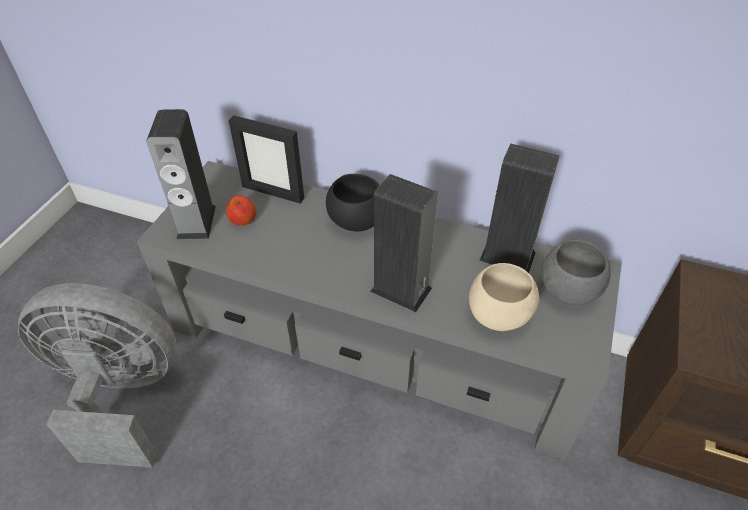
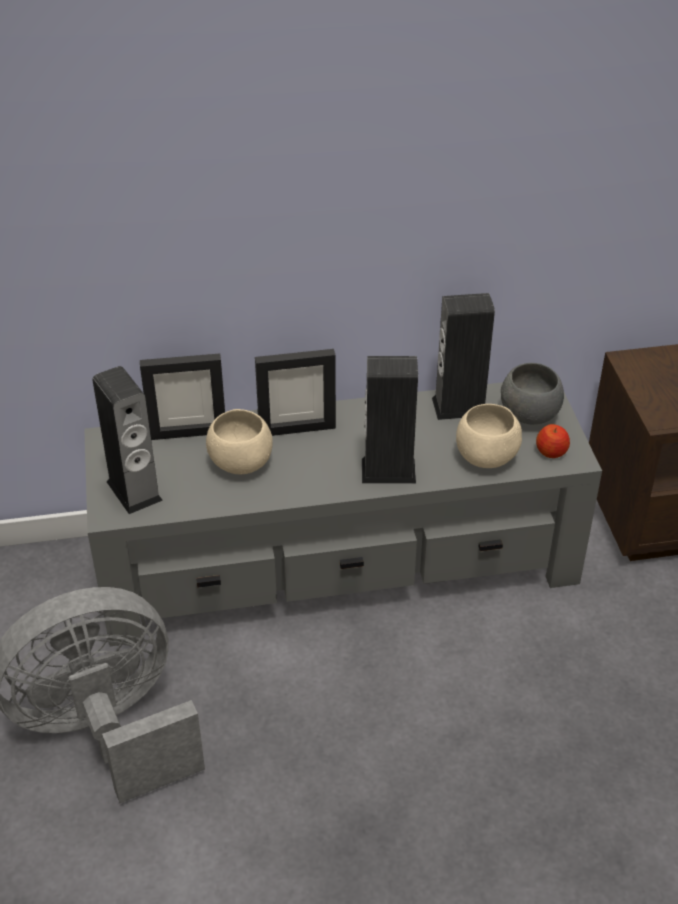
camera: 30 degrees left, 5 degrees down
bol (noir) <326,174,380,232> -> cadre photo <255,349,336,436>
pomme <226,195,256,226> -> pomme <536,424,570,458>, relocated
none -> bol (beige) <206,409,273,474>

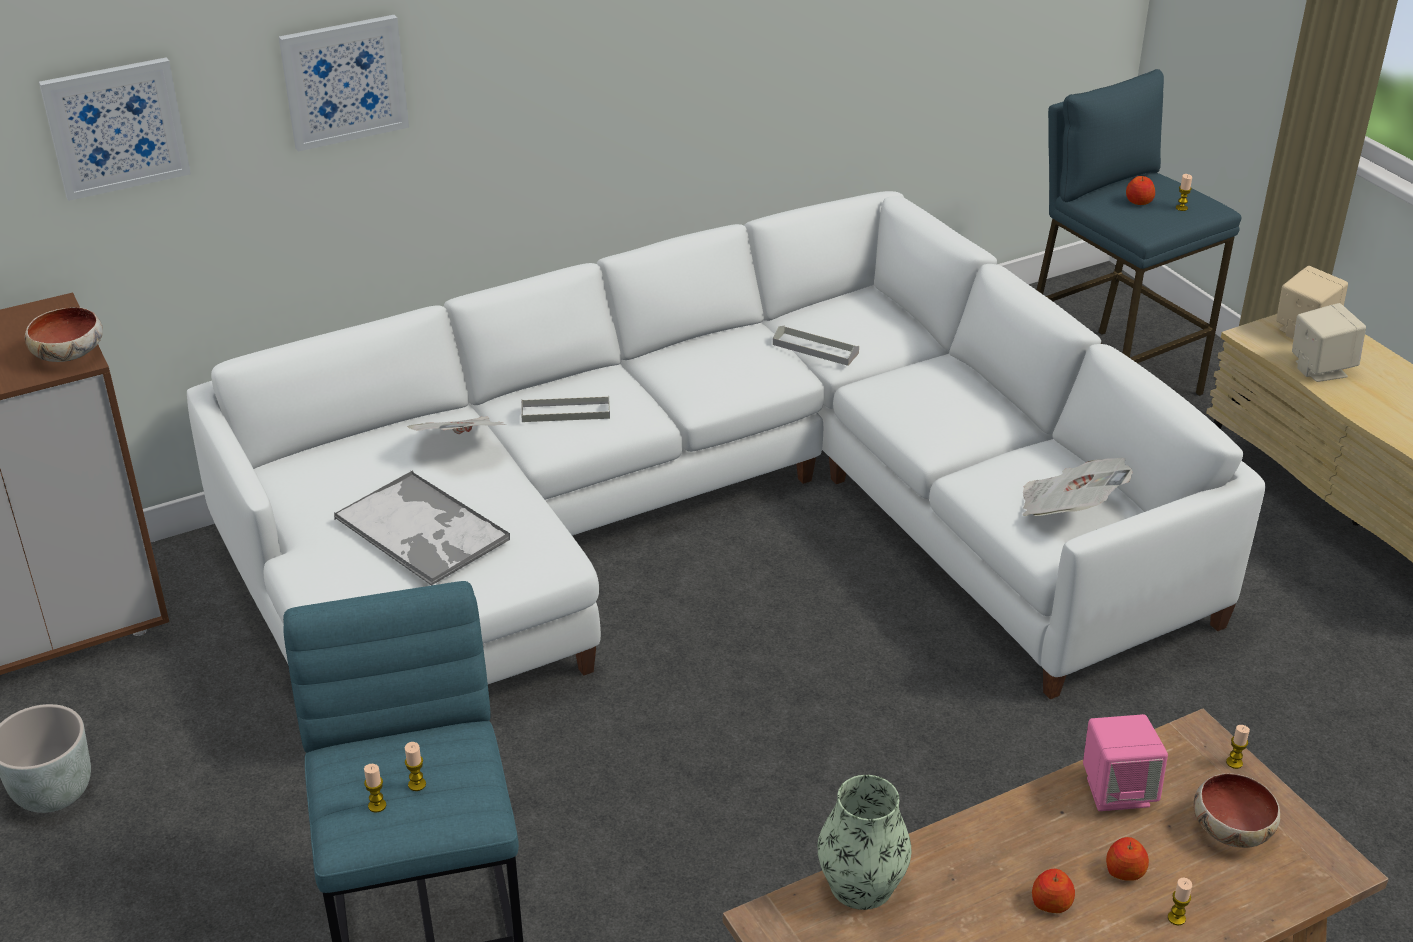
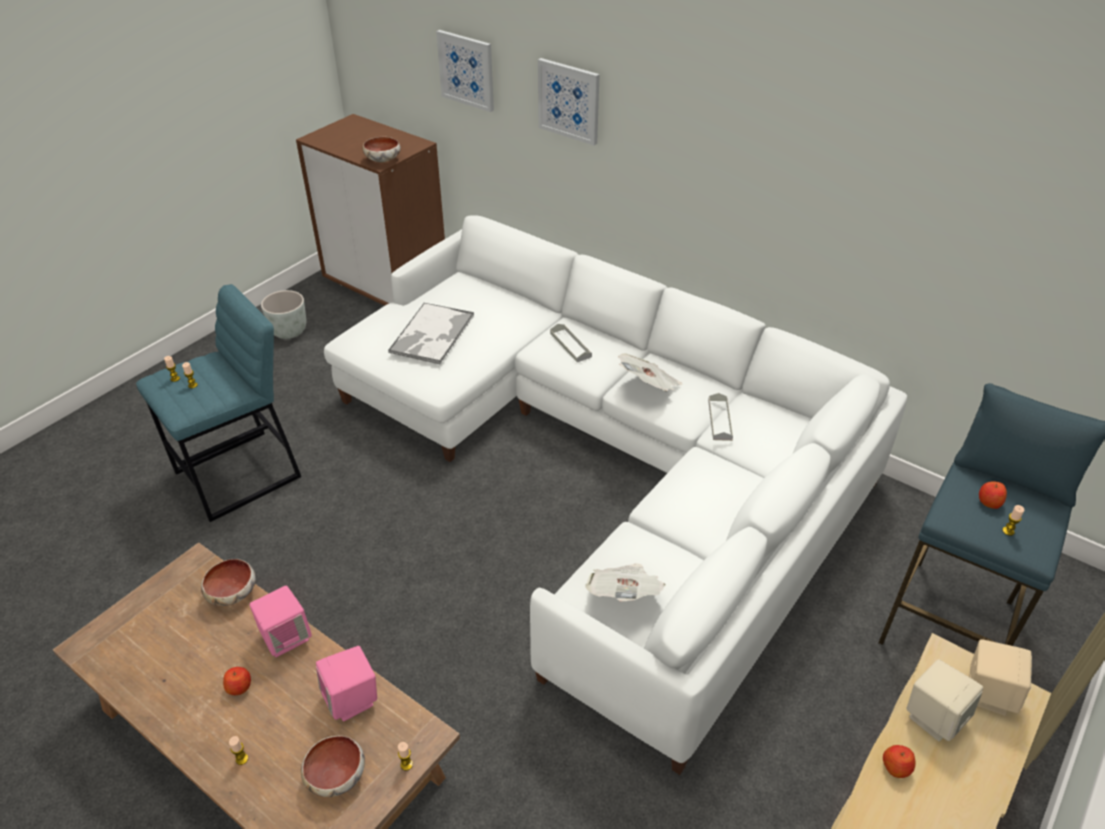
camera: 65 degrees right, 5 degrees up
journal <408,417,508,434> -> journal <618,353,682,391>, relocated
vase <818,775,912,910> -> bol <201,559,256,606>
pomme <1106,837,1149,881> -> pomme <883,745,915,778>, relocated
none -> enceinte (rose) <250,586,312,657>

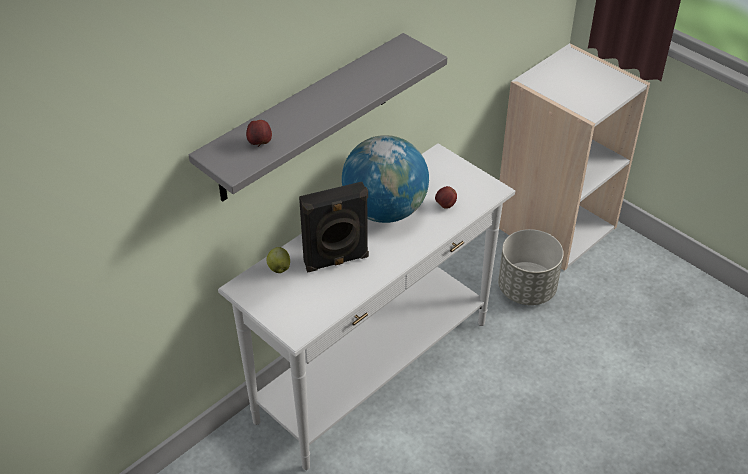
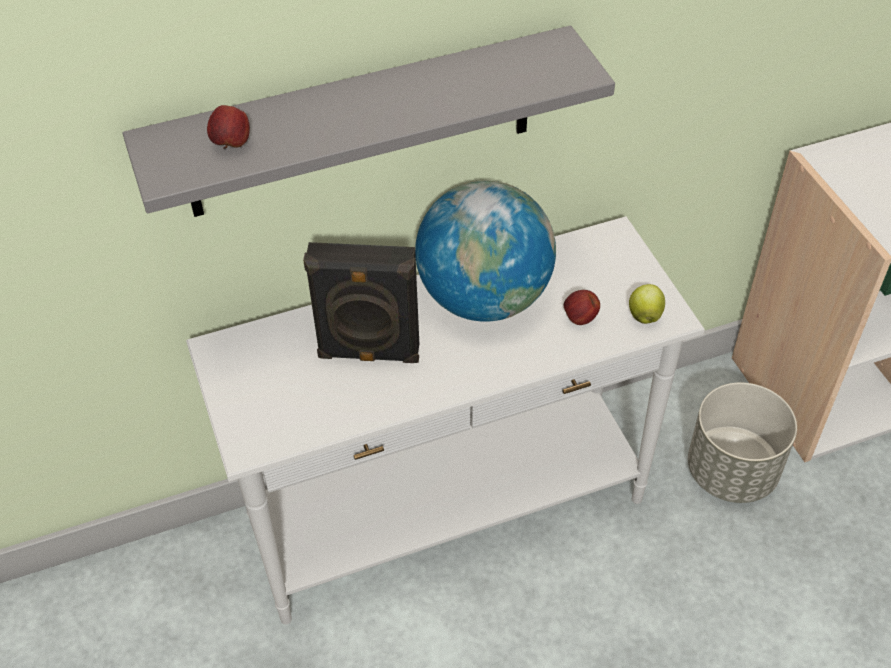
camera: 25 degrees right, 5 degrees up
pomme <266,247,290,273> -> pomme <629,284,665,324>, relocated

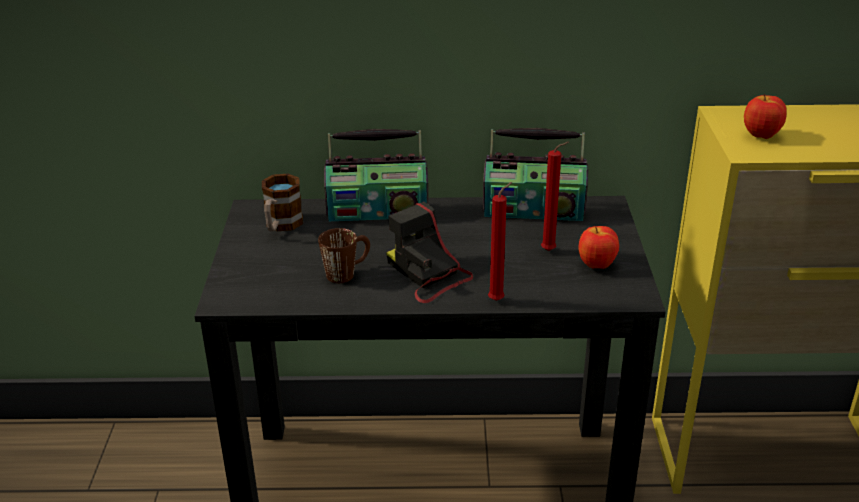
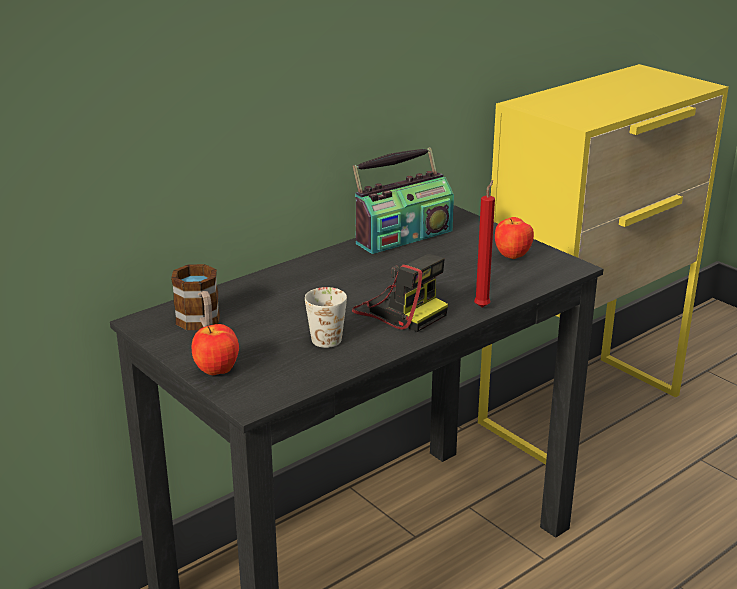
camera: 40 degrees left, 5 degrees down
pomme <744,94,787,139> -> pomme <192,324,239,375>, relocated
radio <324,129,428,221> -> none
bougie (rouge) <541,142,569,251> -> none
appareil photo <386,202,473,303> -> appareil photo <352,254,448,332>, 150 degrees counterclockwise
mug (marron) <318,228,370,283> -> mug (blanc) <305,287,347,348>

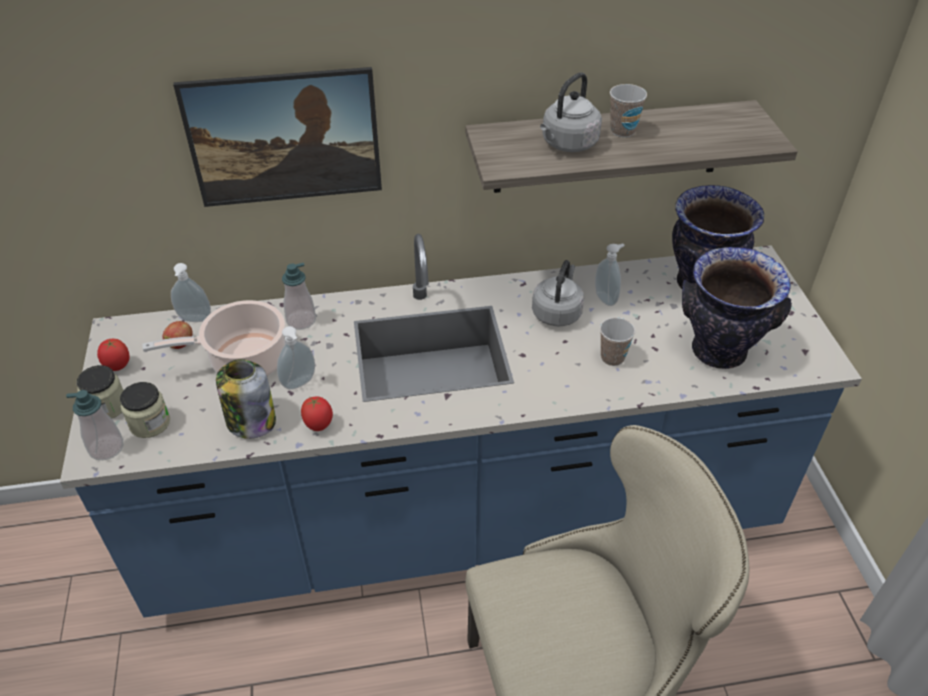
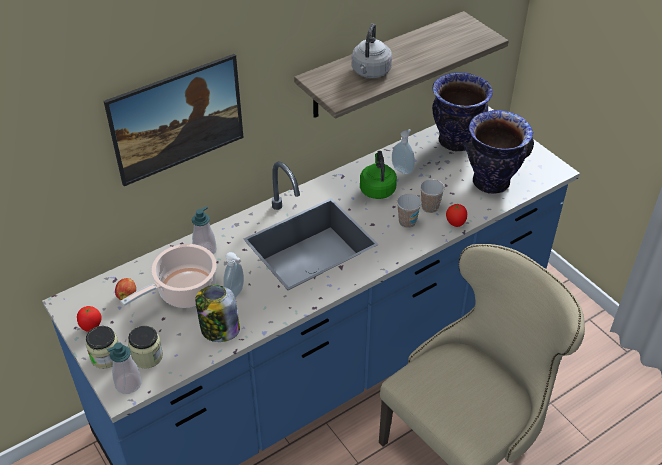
camera: 25 degrees left, 0 degrees up
tasse <610,84,647,137> -> tasse <397,194,422,228>, relocated
bouilloire (gris) <532,260,584,327> -> bouilloire (vert) <360,151,397,199>
distributeur de savon <171,263,211,322> -> none
tomate <301,397,333,431> -> tomate <446,204,467,227>, relocated

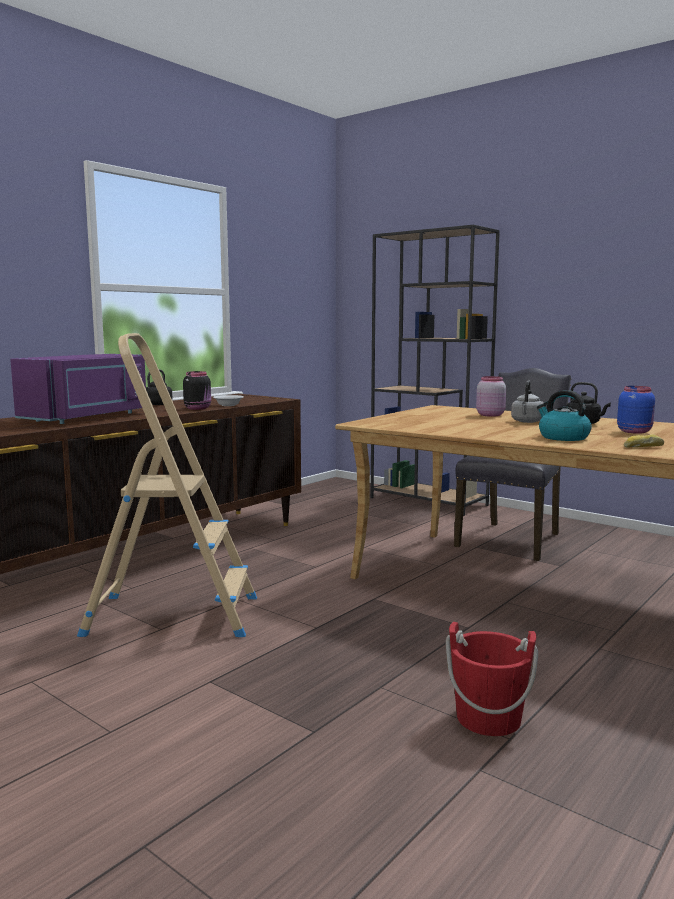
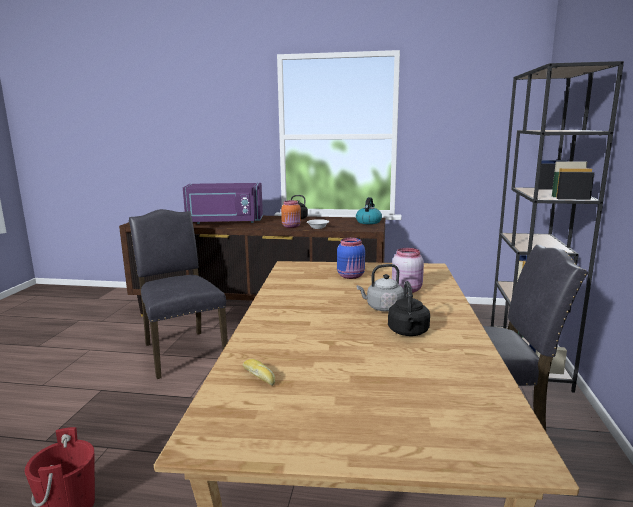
camera: 60 degrees right, 5 degrees up
escabeau (beige) <77,333,257,637> -> chaise (gris) <129,209,228,379>
bocal (noir) <183,371,211,410> -> bocal (orange) <281,200,301,228>
bocal (bleu) <617,386,655,434> -> bocal (bleu) <337,238,365,279>, relocated
bouilloire <537,390,592,441> -> bouilloire <356,197,382,224>, relocated

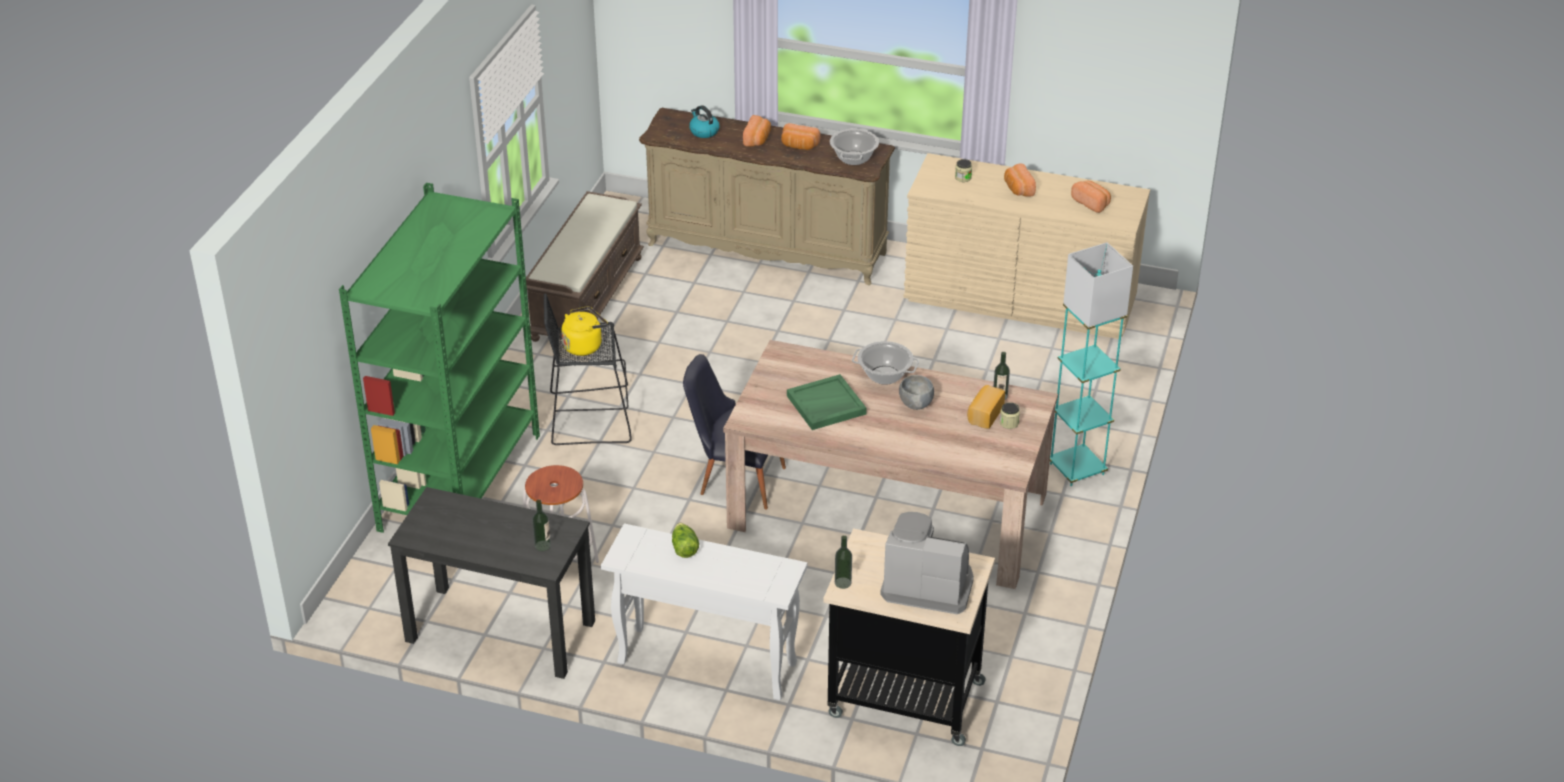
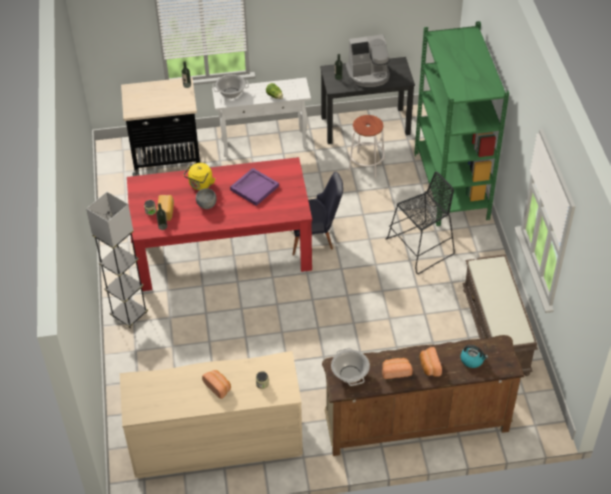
camera: 155 degrees right, 10 degrees up
pain <1071,181,1111,213> -> none
lampadaire (turquoise) <1050,242,1133,486> -> lampadaire (gris) <86,192,148,328>
bouilloire (jaune) <562,306,608,356> -> bouilloire (jaune) <184,163,215,190>, relocated
table à manger (beige) <723,340,1058,589> -> table à manger (rouge) <127,157,312,291>
marmite <852,341,919,385> -> marmite <213,74,249,99>, relocated
plateau (vert) <787,374,867,430> -> plateau (violet) <230,168,279,206>
machine à café <880,512,974,614> -> machine à café <345,34,390,87>, relocated

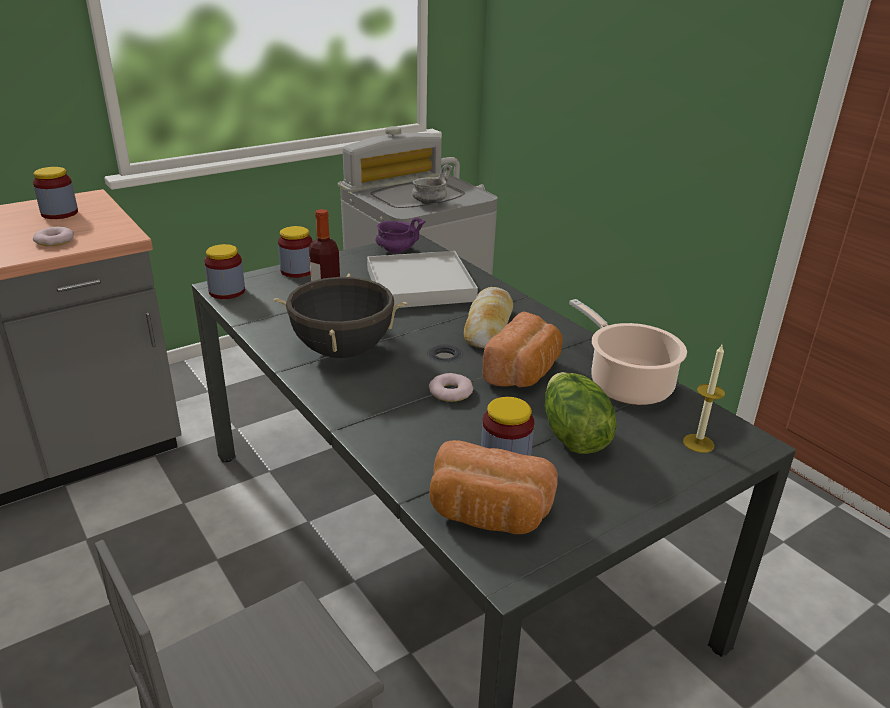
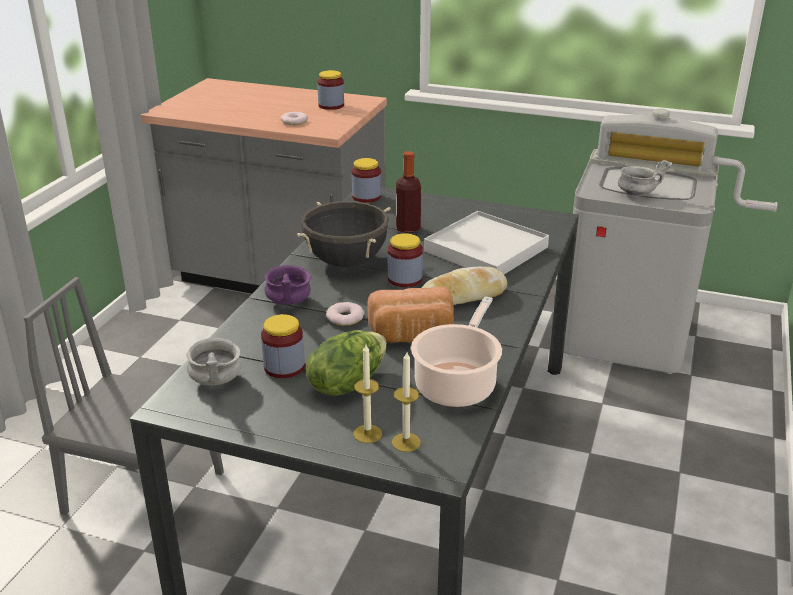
camera: 55 degrees right, 0 degrees up
bol (violet) <376,217,426,253> -> bol (violet) <264,265,311,305>, relocated
bocal <278,226,312,278> -> bocal <388,233,423,287>, relocated
pain <429,440,558,534> -> bol (gris) <186,338,241,385>
none -> bougie <354,344,382,443>

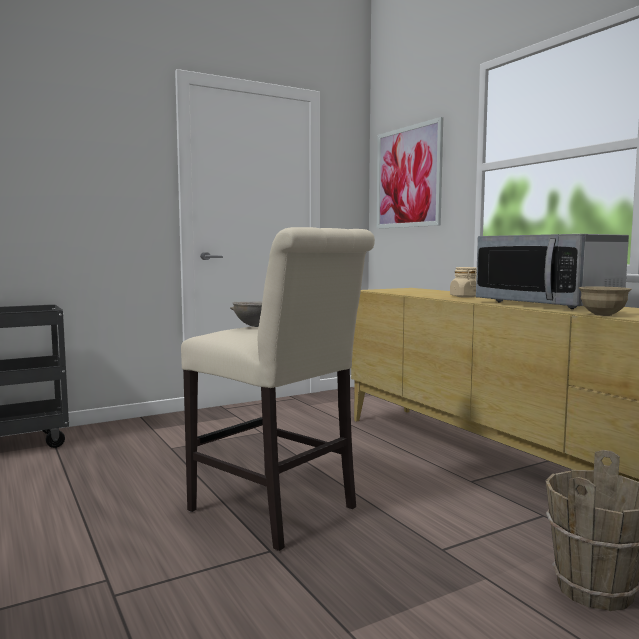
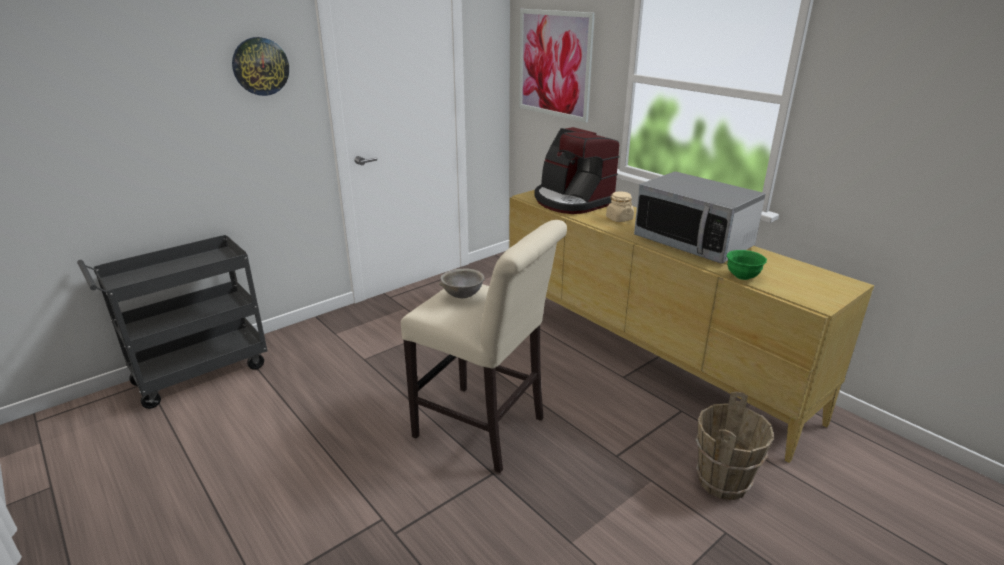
camera: 10 degrees left, 20 degrees up
bol (beige) <579,286,632,316> -> bol (vert) <726,250,767,280>
none -> horloge murale <232,37,289,96>
none -> machine à café <534,127,620,214>

